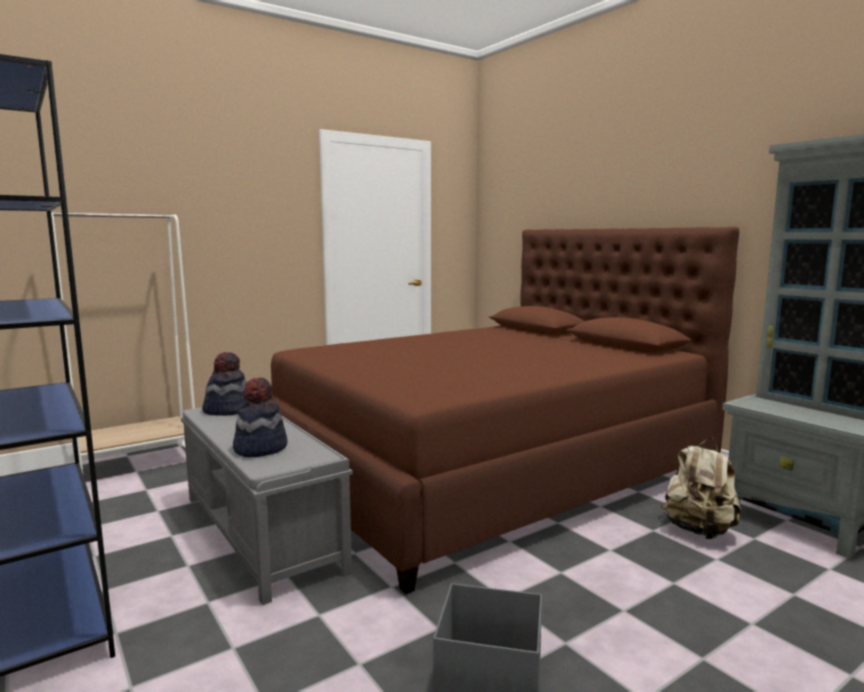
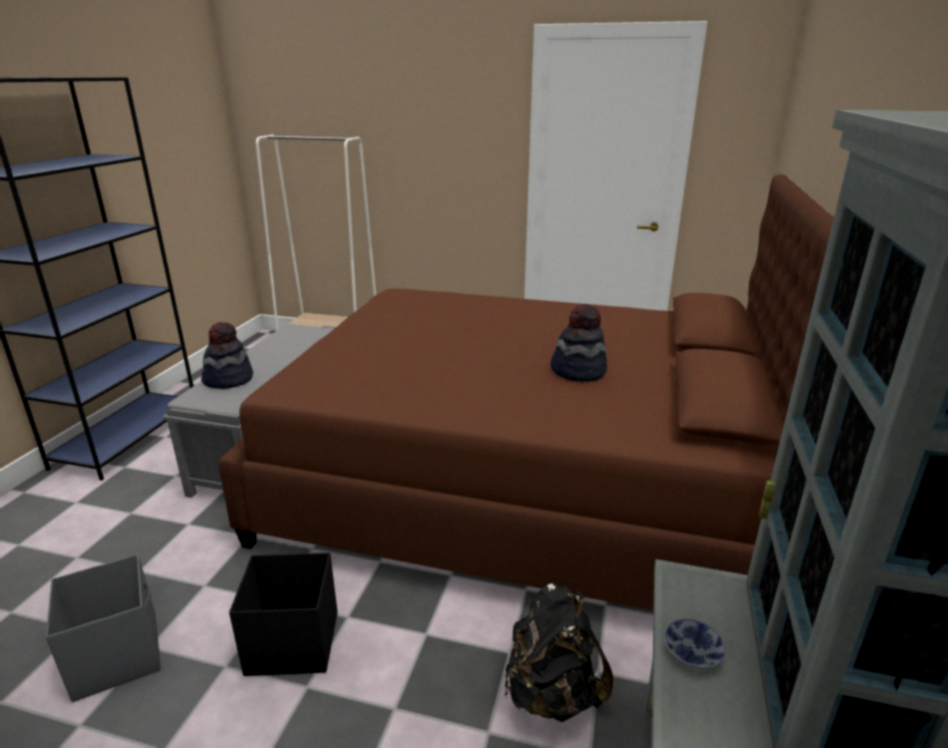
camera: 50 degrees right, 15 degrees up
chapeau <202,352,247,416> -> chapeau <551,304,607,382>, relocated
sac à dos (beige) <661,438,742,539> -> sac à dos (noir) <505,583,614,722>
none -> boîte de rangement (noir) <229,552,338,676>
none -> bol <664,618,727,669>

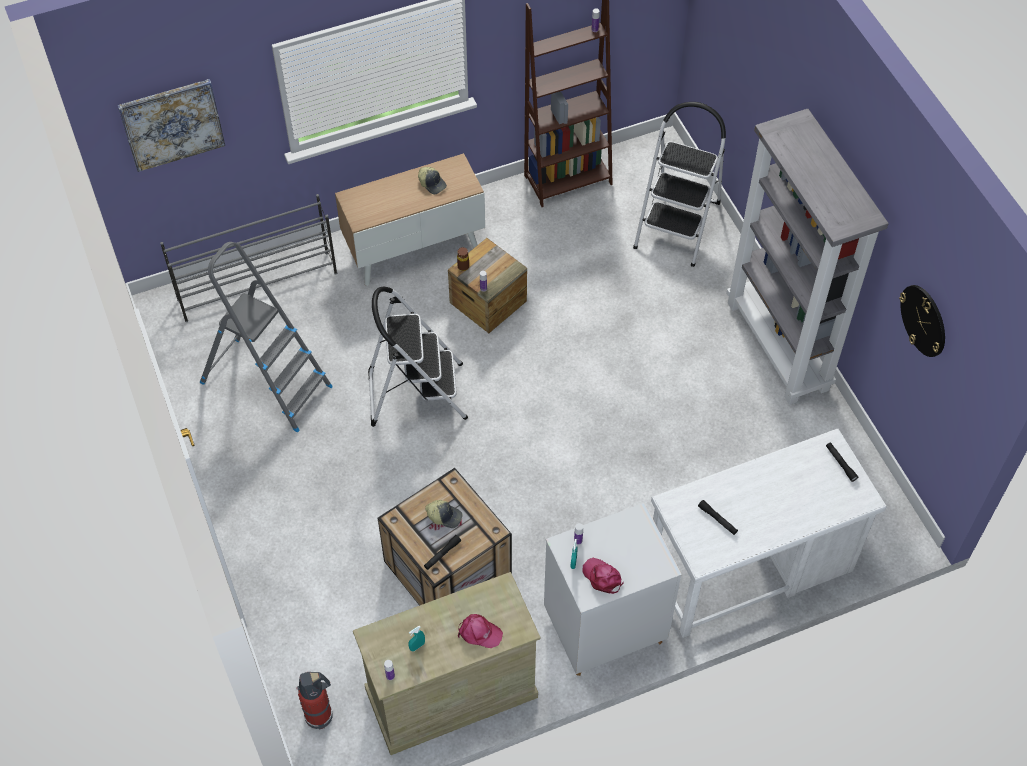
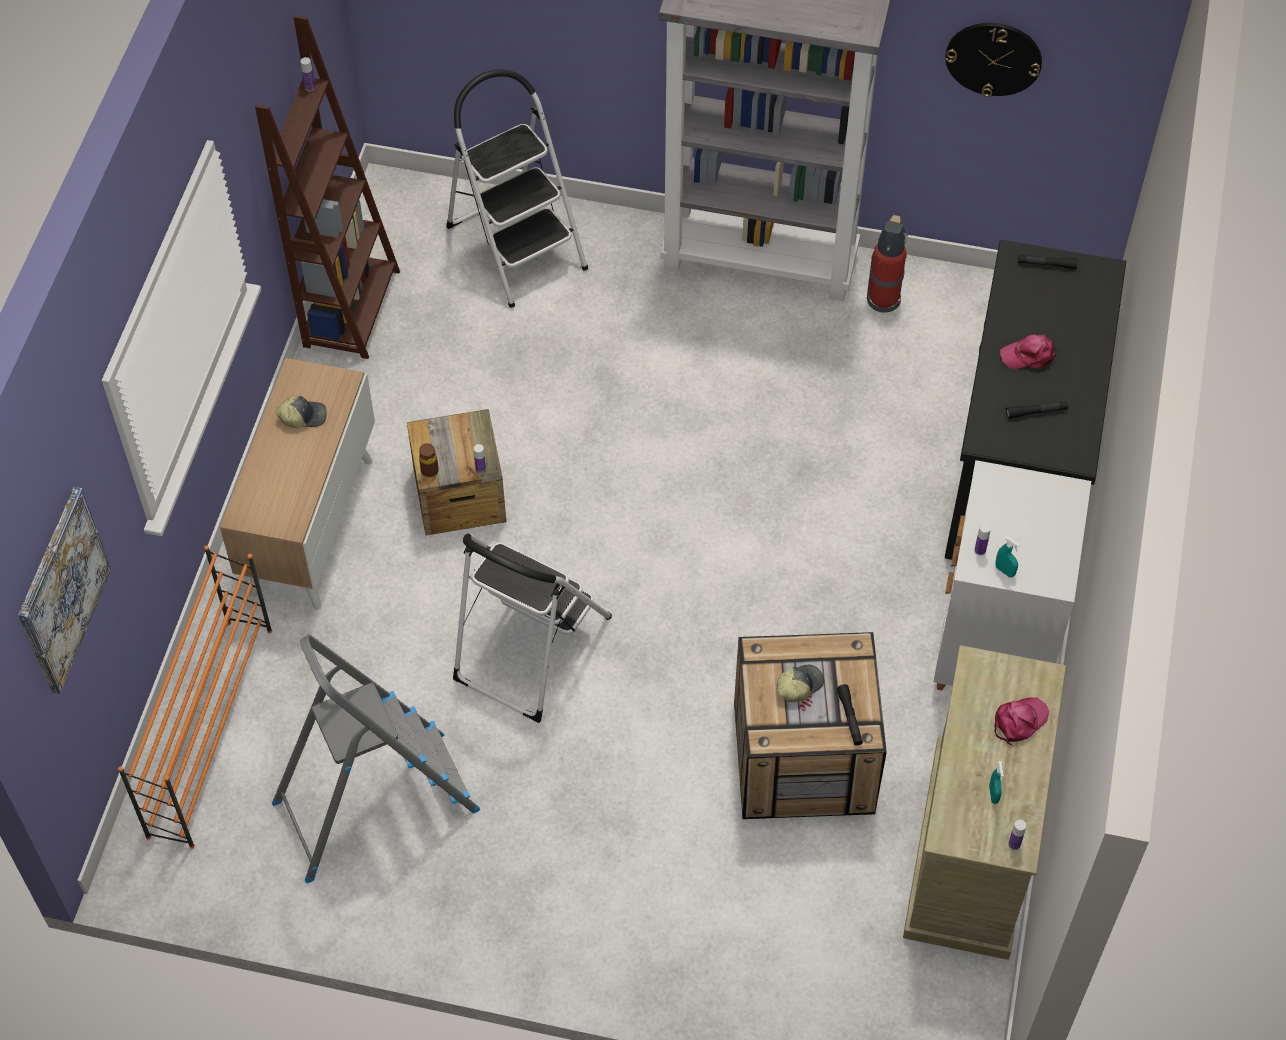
camera: 55 degrees left, 0 degrees up
étagère à chaussures (gris) <160,194,337,322> -> étagère à chaussures (orange) <118,545,272,849>
bureau (blanc) <651,428,886,638> -> bureau (noir) <945,240,1126,560>
casquette (rose) <582,558,624,594> -> casquette (rose) <1000,334,1057,369>, relocated
extincteur <296,672,333,730> -> extincteur <867,214,909,313>, relocated

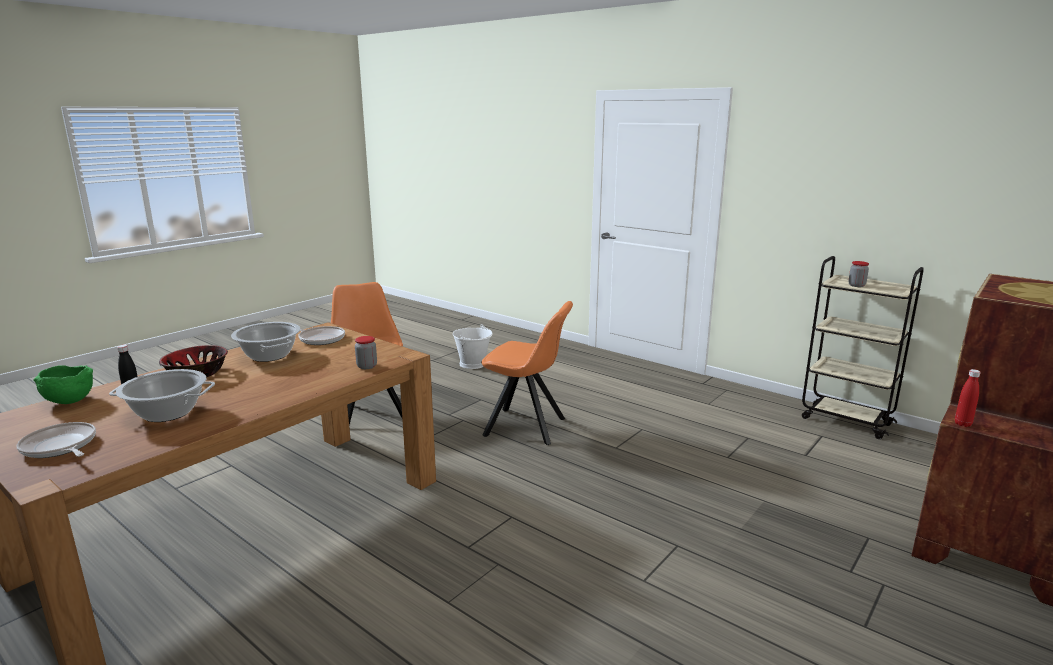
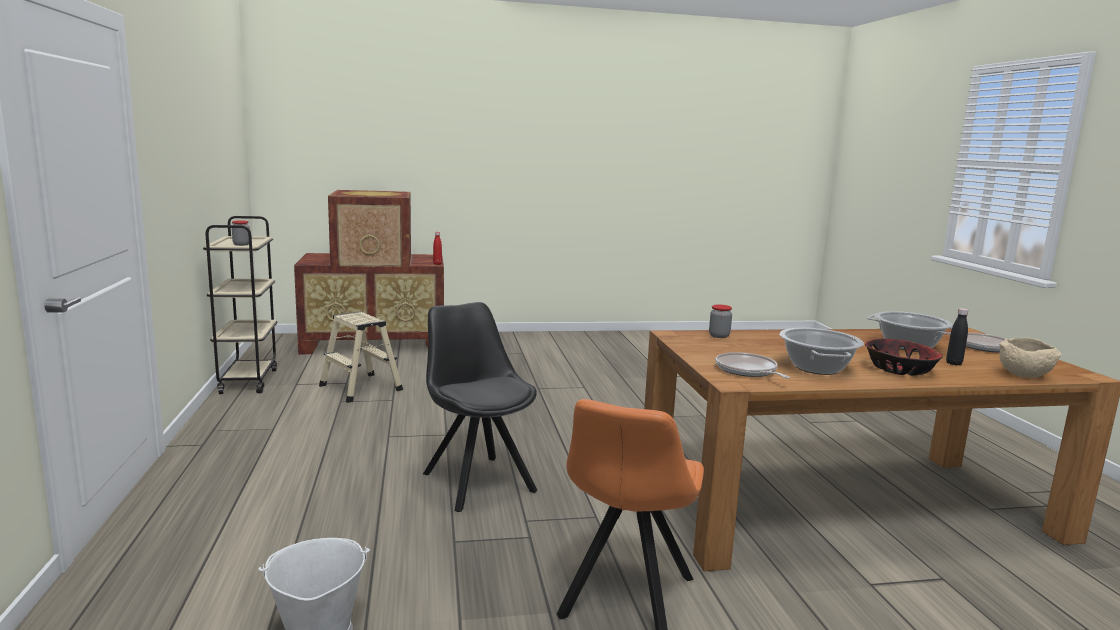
camera: 140 degrees left, 5 degrees down
chaise (orange) <481,301,573,445> -> chaise (noir) <423,302,537,512>
bol (vert) <33,365,93,404> -> bol (beige) <999,337,1062,378>
none -> escabeau (beige) <319,311,403,403>

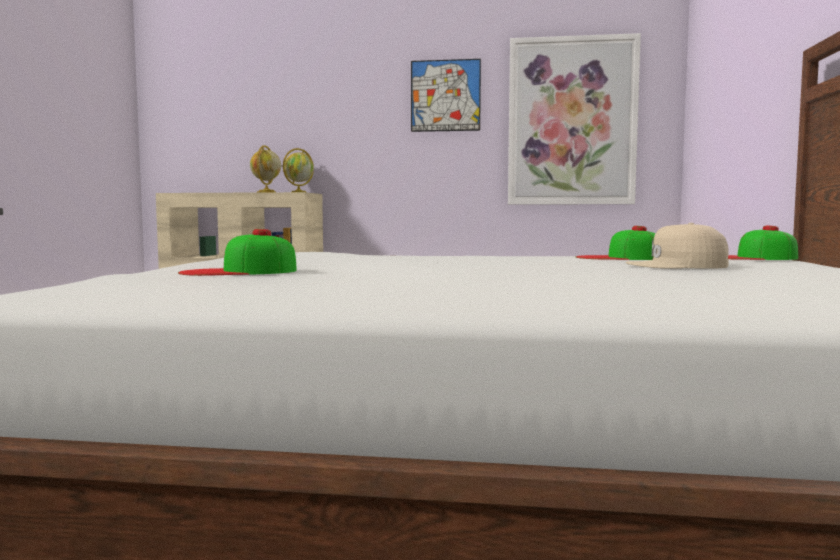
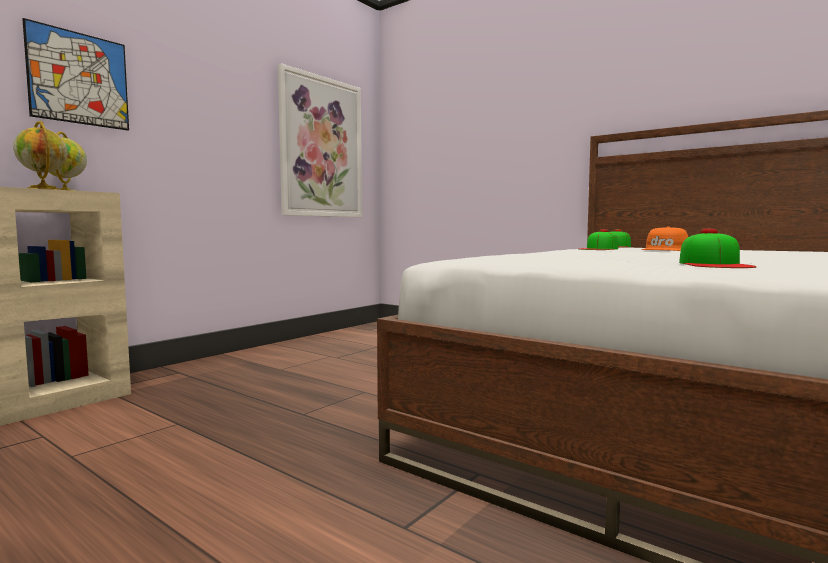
camera: 60 degrees left, 0 degrees up
tableau <411,59,481,132> -> tableau <22,18,129,131>, relocated
casquette (beige) <626,223,729,269> -> casquette (orange) <642,226,688,251>

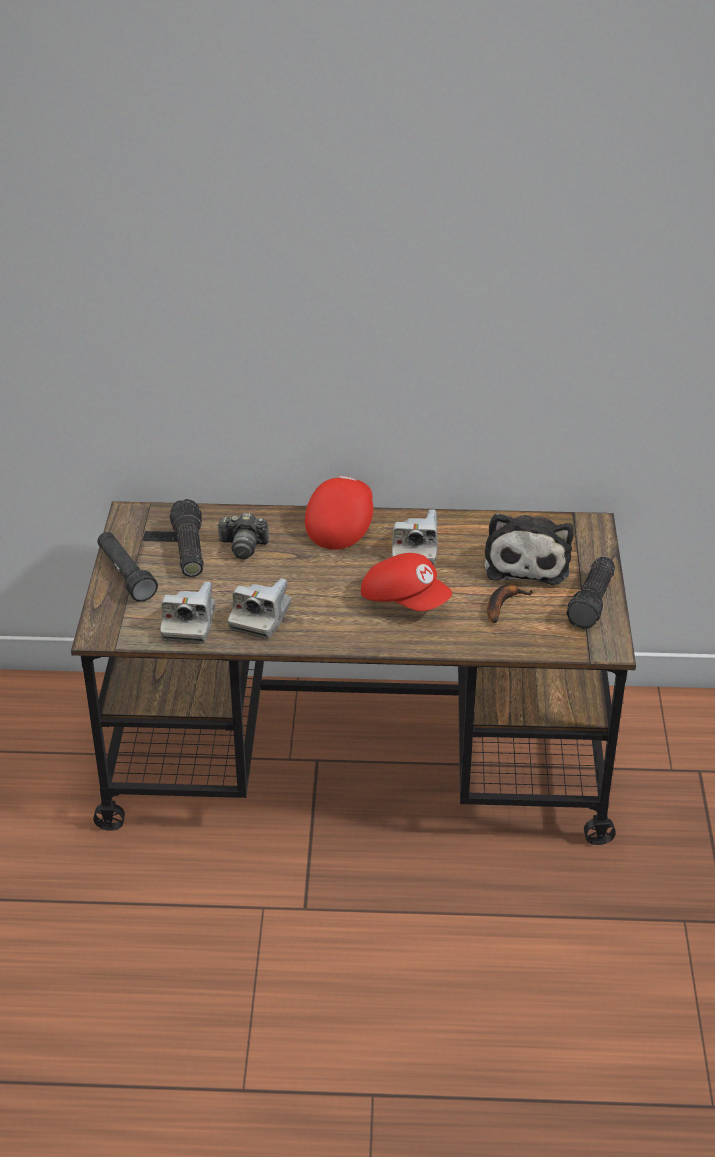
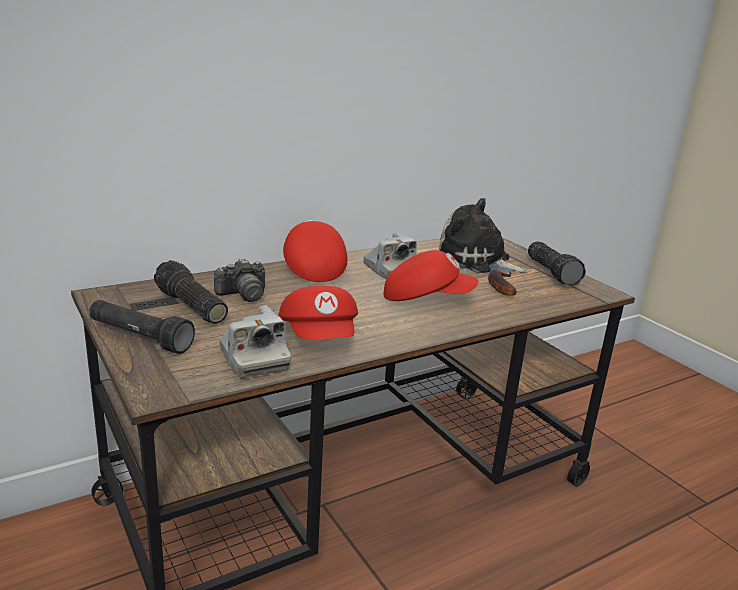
camera: 35 degrees left, 15 degrees down
peluche <484,513,574,585> -> peluche <439,198,529,273>, 150 degrees clockwise
appareil photo <228,578,291,639> -> casquette (rouge) <279,286,358,339>

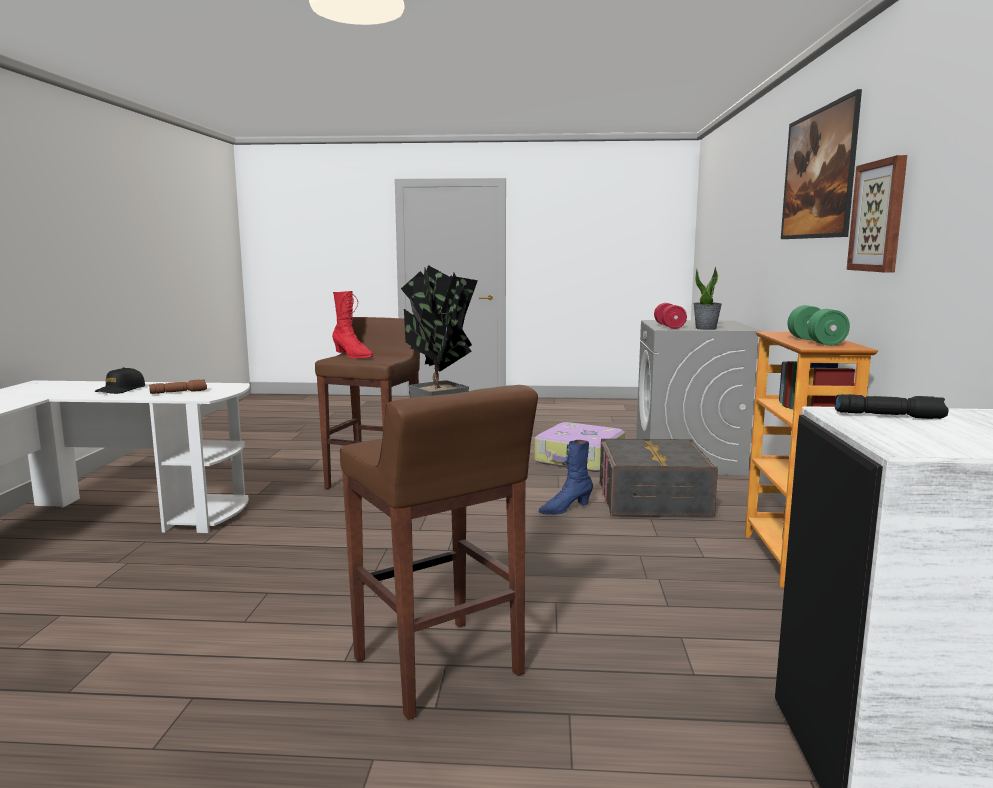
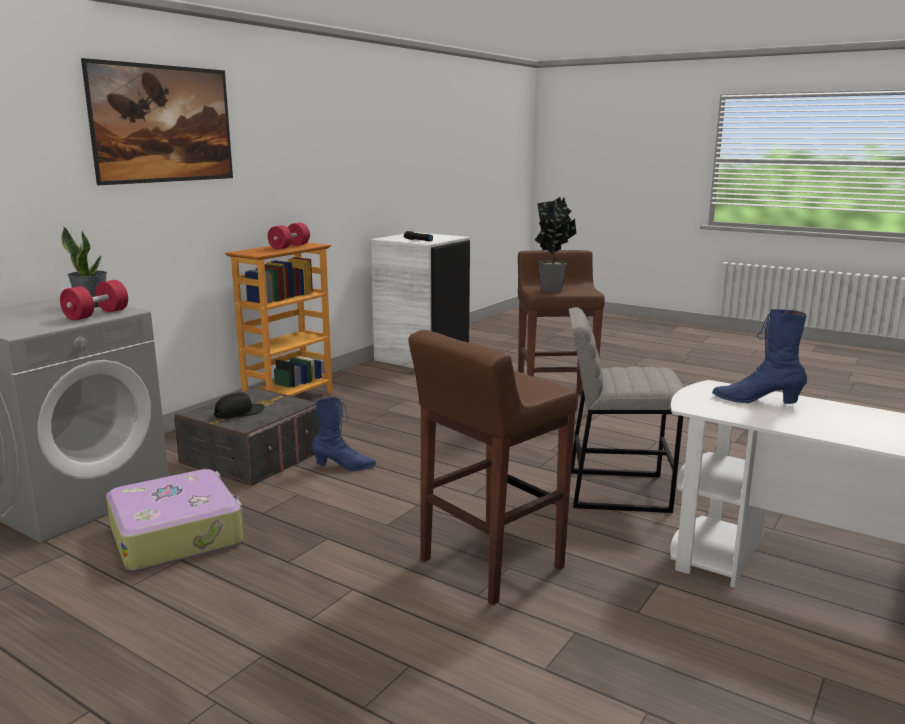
camera: 150 degrees left, 5 degrees up
tableau <847,155,907,273> -> none
botte (rouge) <332,291,373,359> -> none
haltère (vert) <787,305,850,346> -> haltère (rouge) <267,223,310,249>
casquette (noir) <94,368,145,394> -> casquette (noir) <214,393,265,419>, relocated
lampe de poche (marron) <149,379,207,394> -> botte (bleu) <712,309,807,404>
none -> chaise (gris) <569,307,684,513>

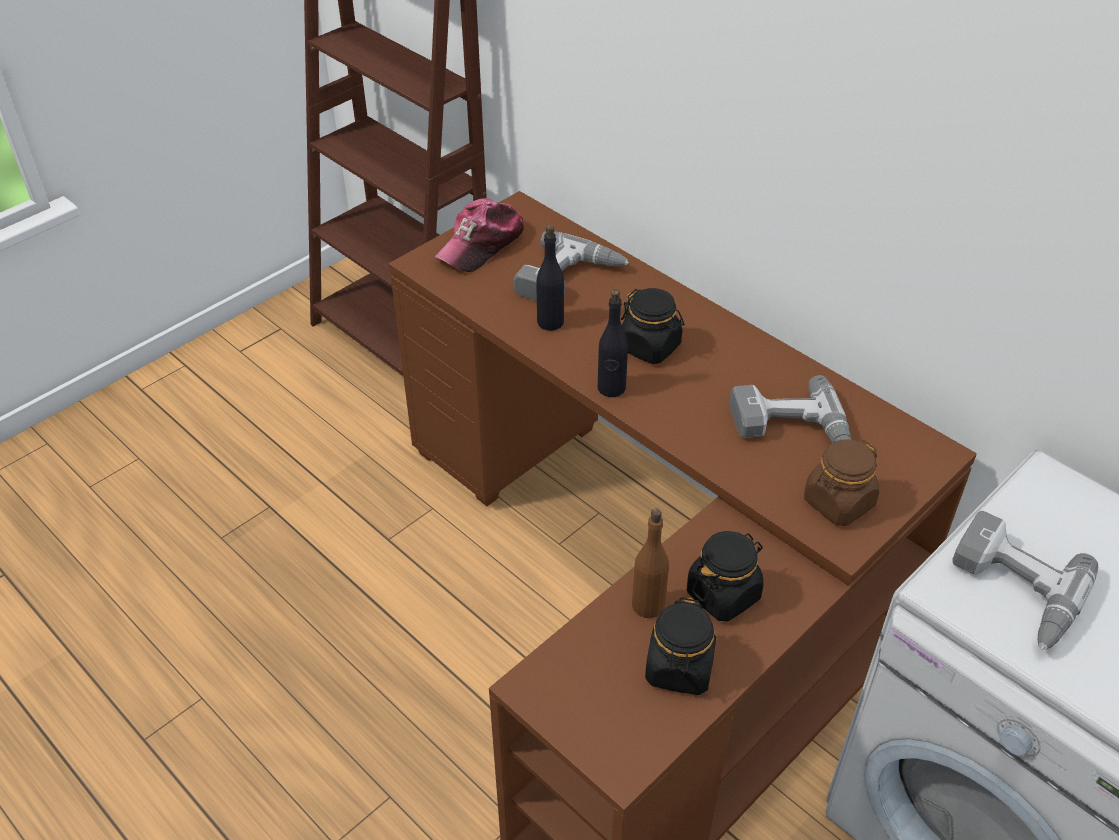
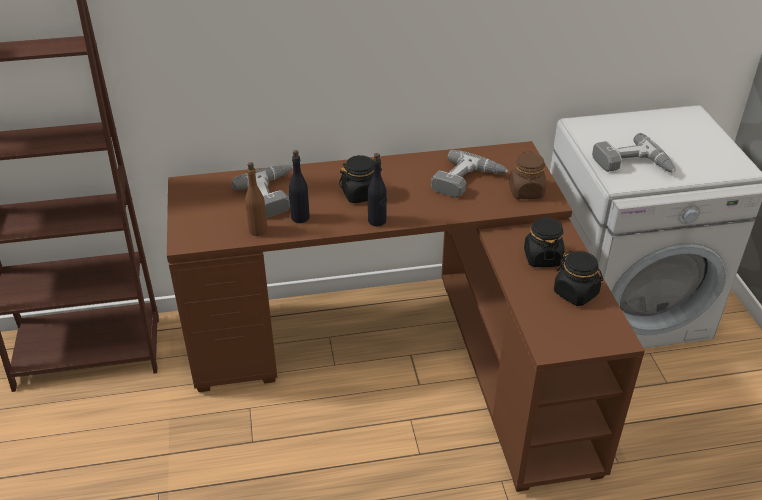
camera: 55 degrees left, 5 degrees down
casquette <435,198,525,272> -> none
bouteille (marron) <632,508,669,618> -> bouteille (marron) <245,162,267,236>, relocated

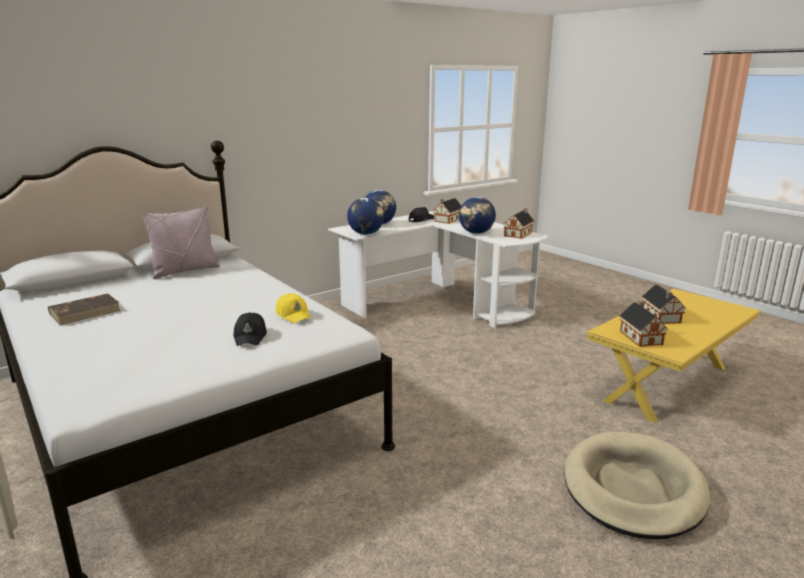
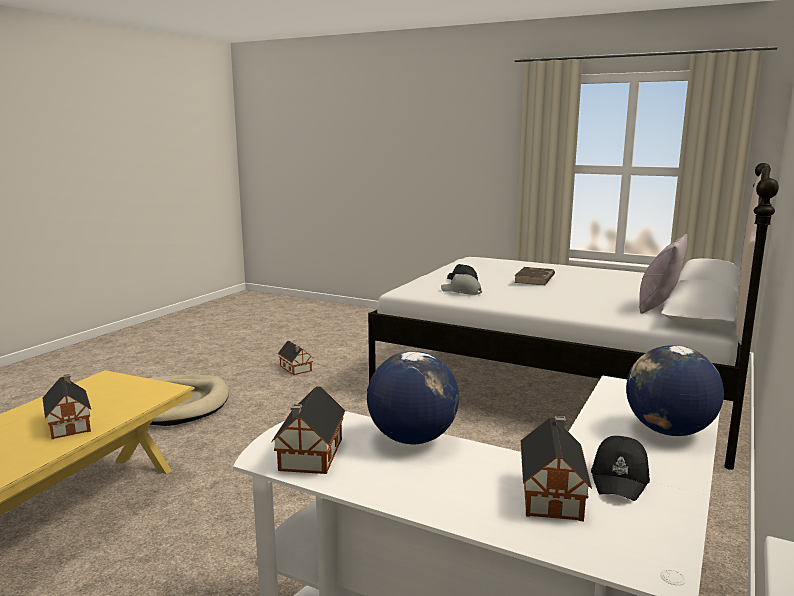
camera: 155 degrees right, 5 degrees down
globe <347,198,384,235> -> none
livre (marron) <48,293,121,325> -> livre (marron) <514,267,555,285>, relocated
casquette (jaune) <276,293,310,324> -> casquette (gris) <441,274,482,295>
maison miniature <619,301,668,347> -> maison miniature <278,341,313,375>, relocated

